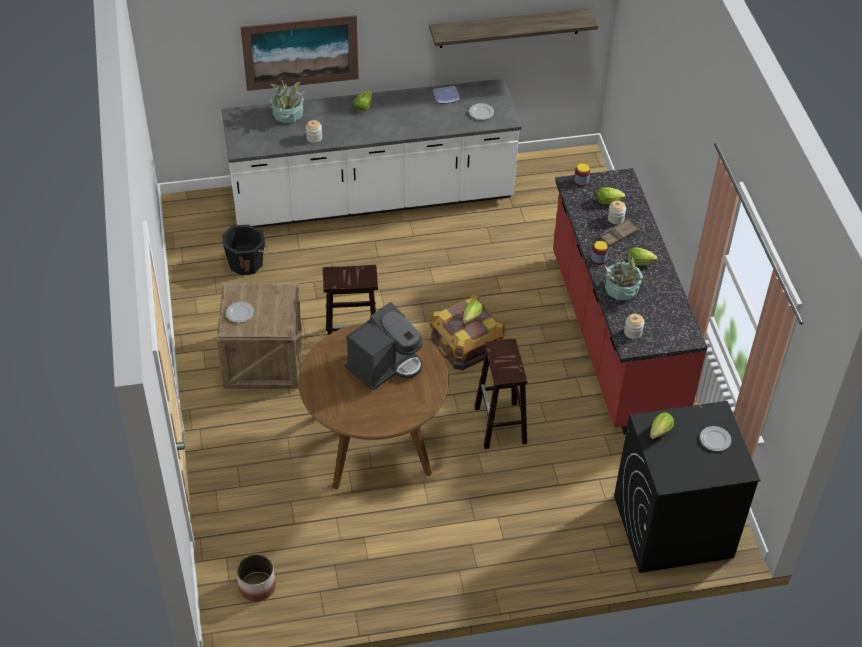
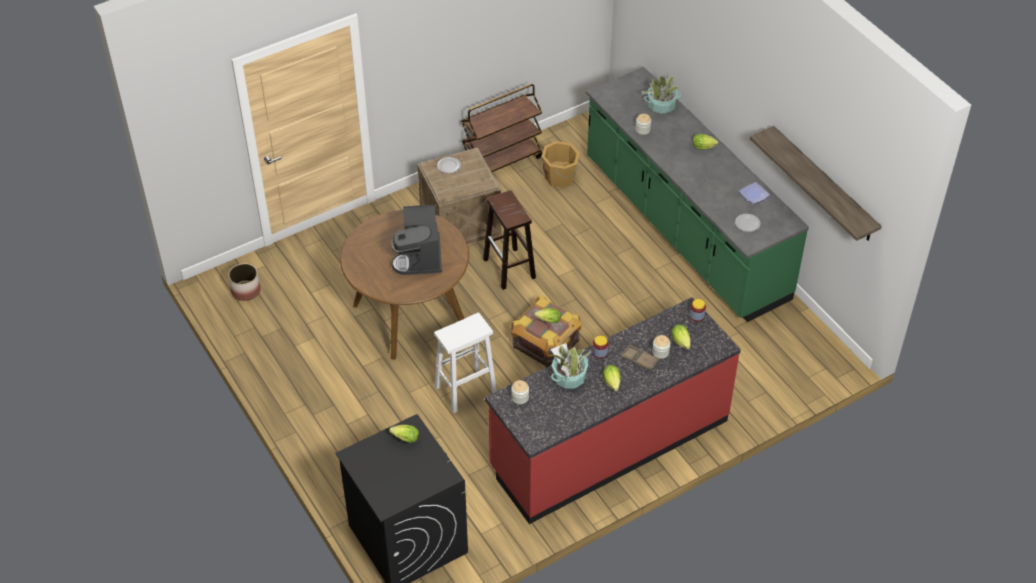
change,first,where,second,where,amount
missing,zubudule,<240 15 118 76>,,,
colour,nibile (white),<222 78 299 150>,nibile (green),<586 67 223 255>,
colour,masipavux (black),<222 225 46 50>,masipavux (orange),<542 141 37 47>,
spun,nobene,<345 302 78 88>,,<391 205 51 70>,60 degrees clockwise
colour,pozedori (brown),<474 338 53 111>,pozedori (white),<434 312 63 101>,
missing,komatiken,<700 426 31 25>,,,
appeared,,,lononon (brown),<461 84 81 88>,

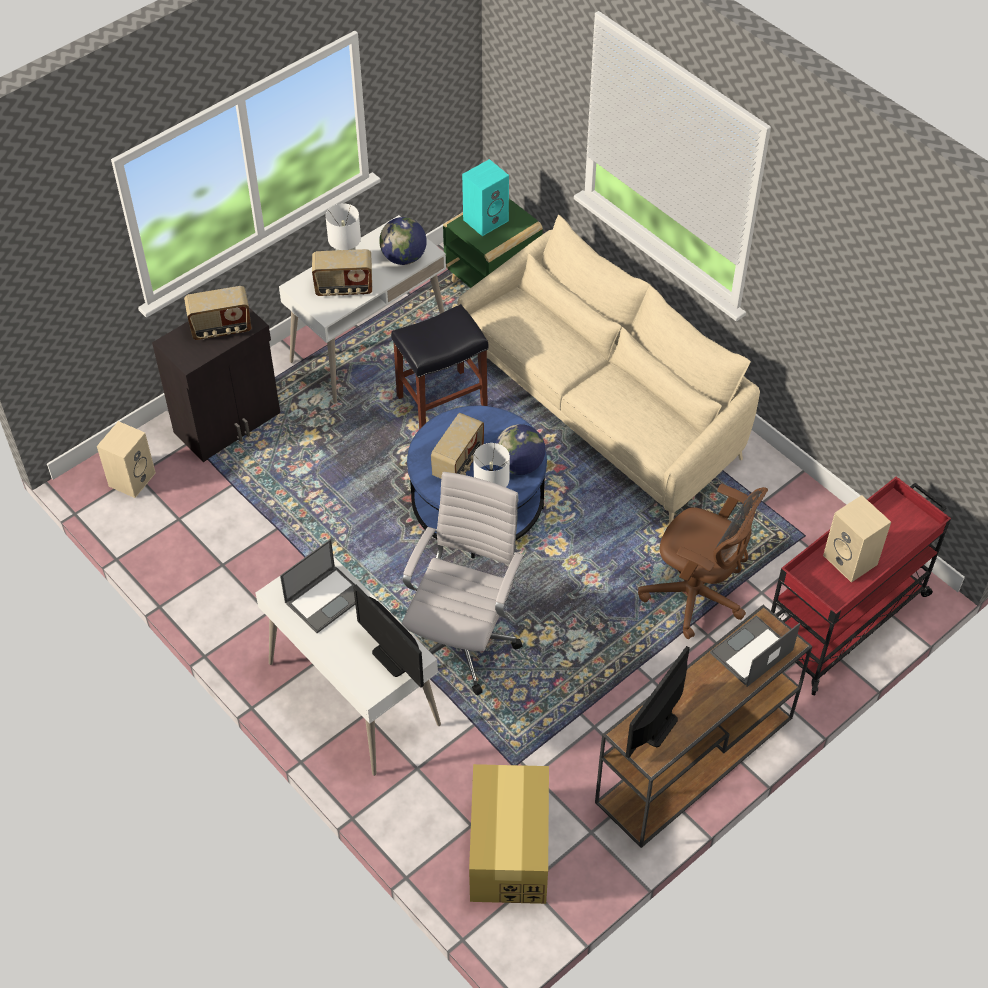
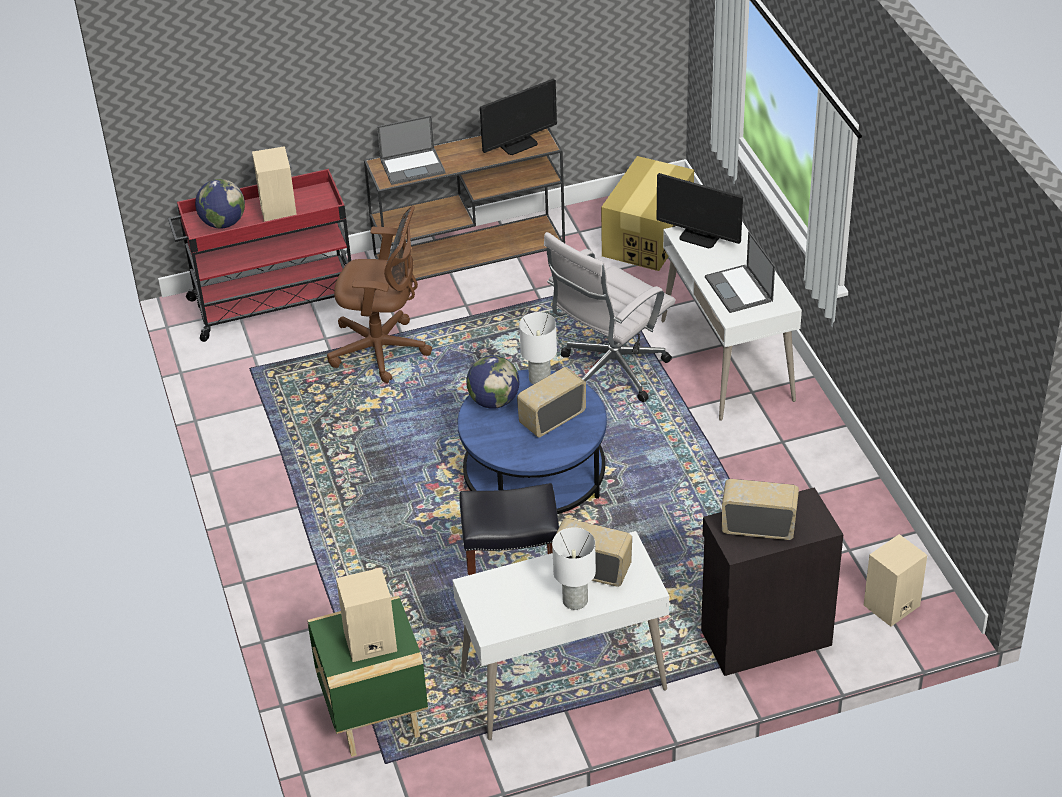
change,first,where,second,where,amount
colour,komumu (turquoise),<462 159 47 77>,komumu (beige),<336 568 61 94>,
missing,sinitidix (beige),<457 214 303 309>,,,
relocated,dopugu,<379 217 48 48>,,<195 179 50 49>,
spun,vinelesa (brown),<638 484 130 155>,,<327 206 105 177>,135 degrees clockwise
spun,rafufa,<280 539 75 94>,,<705 231 70 82>,90 degrees counterclockwise
spun,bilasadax,<353 585 71 103>,,<657 173 86 75>,135 degrees clockwise

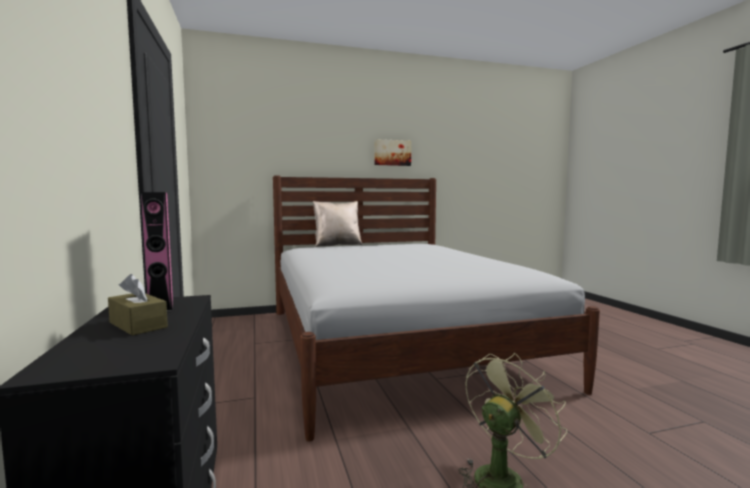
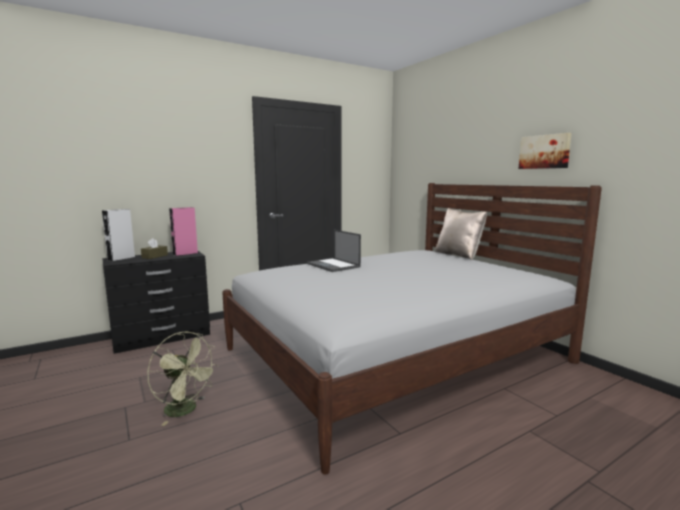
change,first,where,second,where,amount
appeared,,,komumu (white),<102 209 33 52>,
appeared,,,rafufa,<307 230 54 42>,

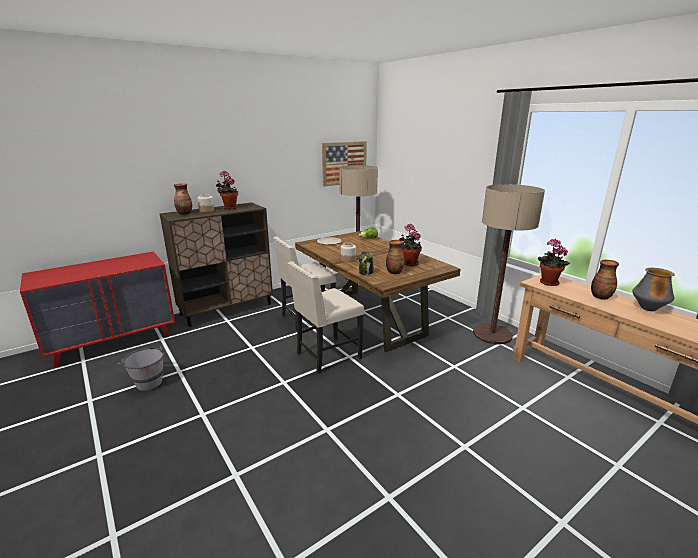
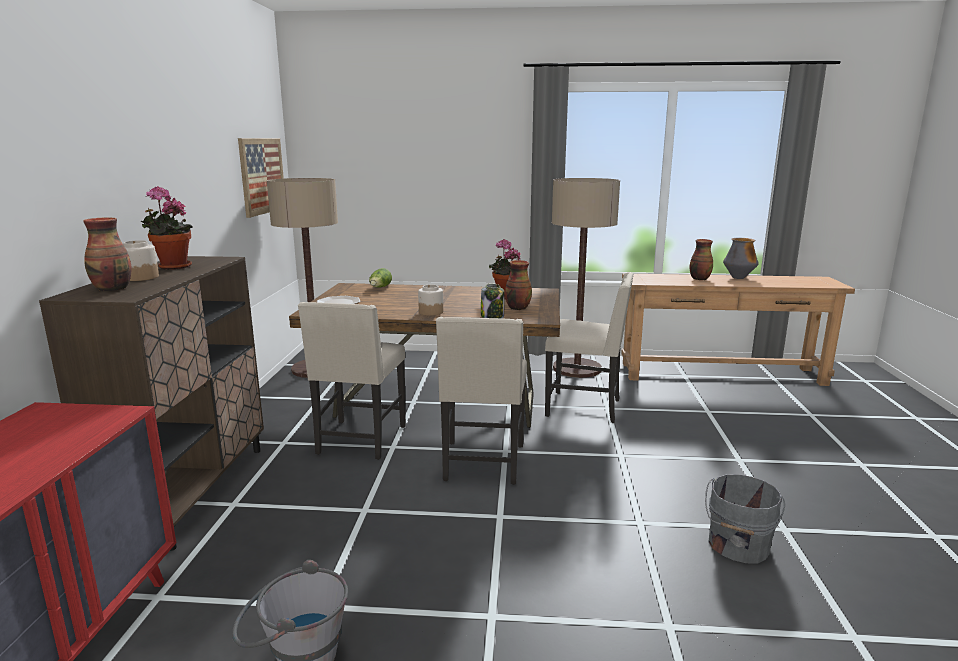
change,first,where,second,where,amount
missing,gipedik,<538 238 32 48>,,,
appeared,,,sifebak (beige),<545 272 89 151>,
appeared,,,masipavux (grey),<705 474 80 89>,

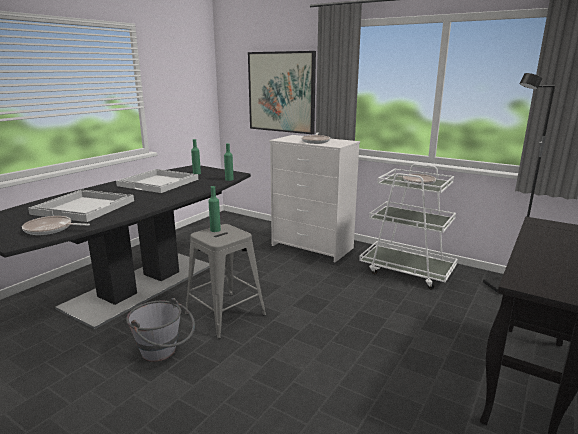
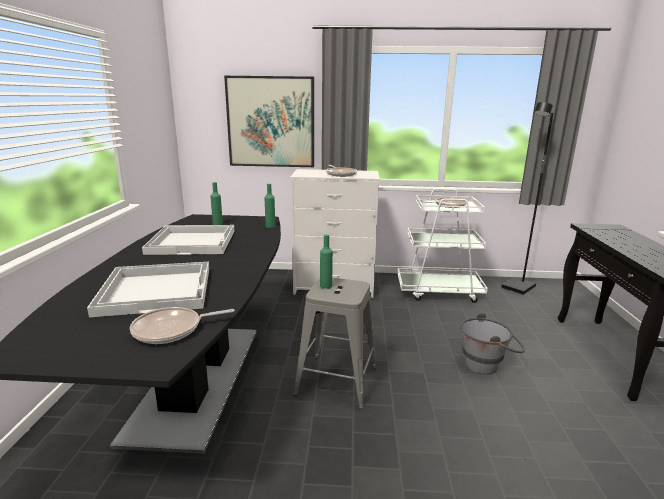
change,first,where,second,where,amount
relocated,masipavux (grey),<126 298 69 64>,,<460 313 65 61>,

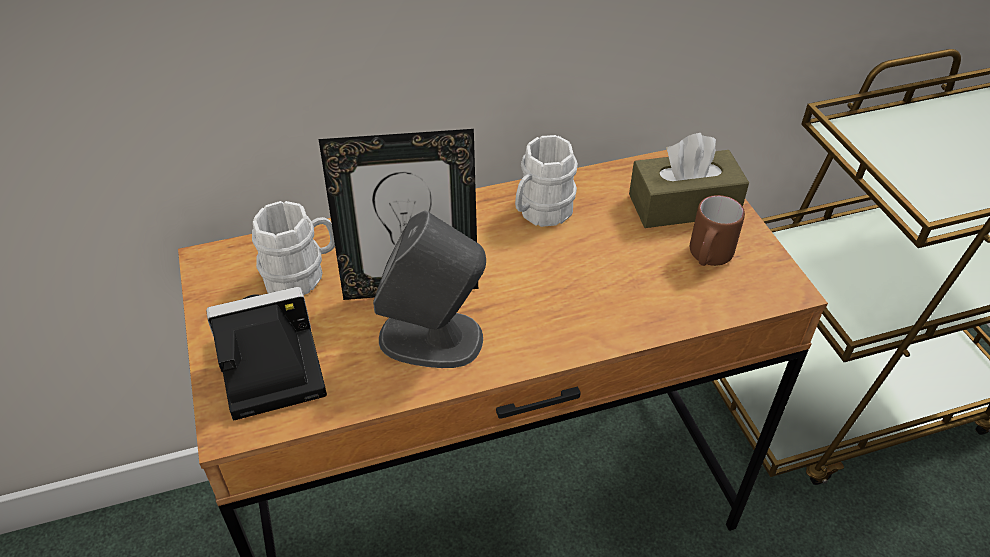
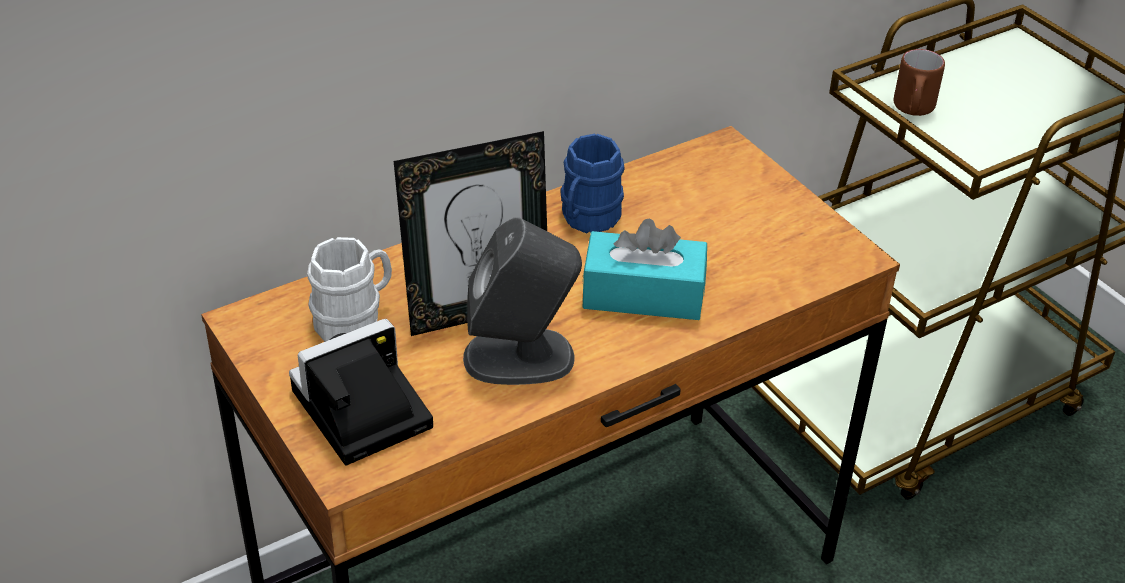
change,first,where,second,where,amount
missing,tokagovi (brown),<629 133 120 95>,,,
colour,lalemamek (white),<515 135 63 92>,lalemamek (blue),<560 134 65 99>,
relocated,lalemamek (brown),<690 195 55 71>,,<894 49 51 67>,
appeared,,,tokagovi (turquoise),<582 218 125 102>,

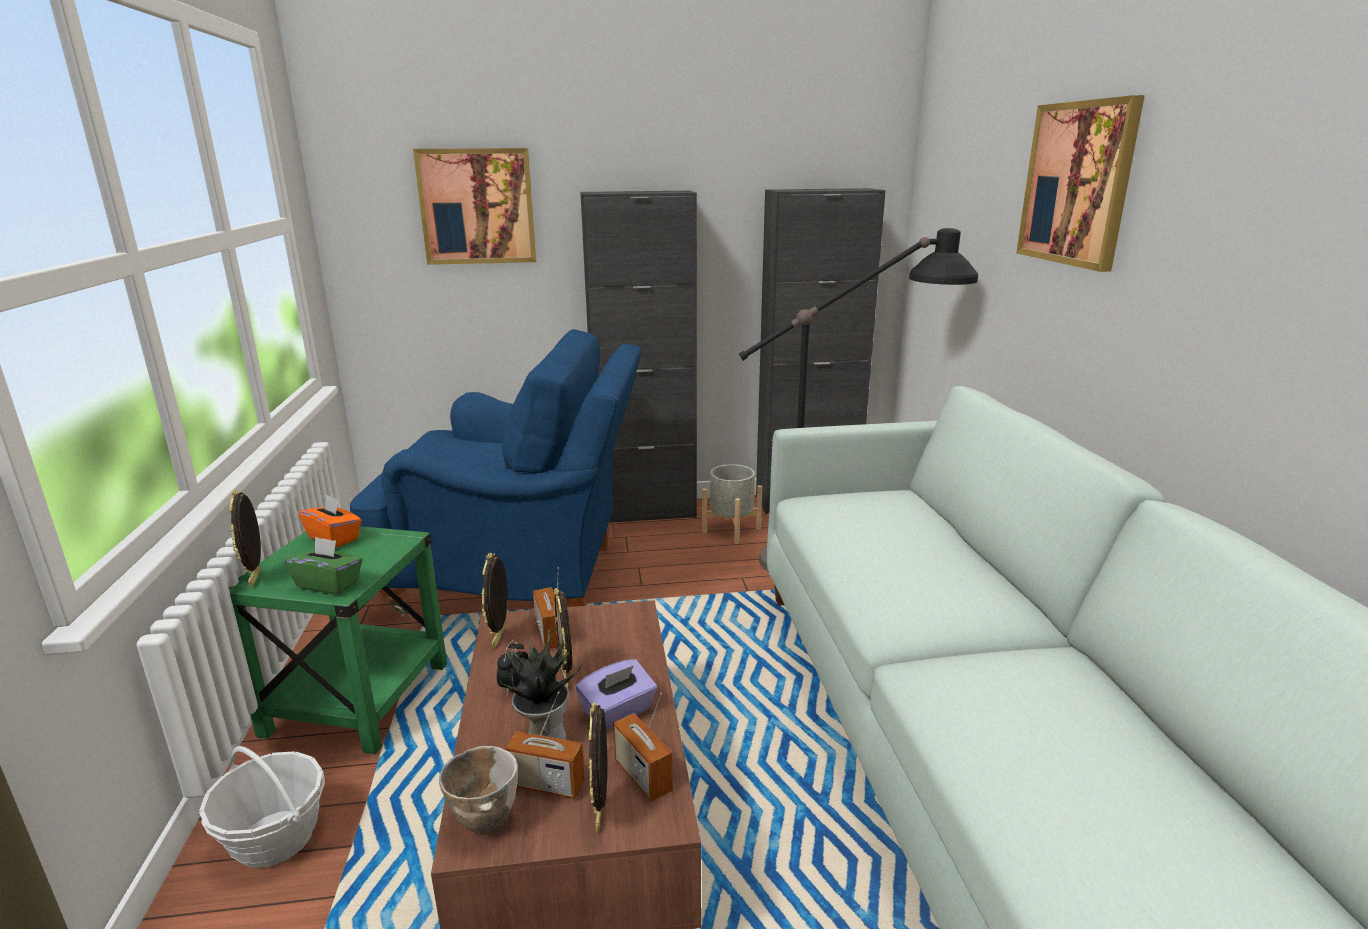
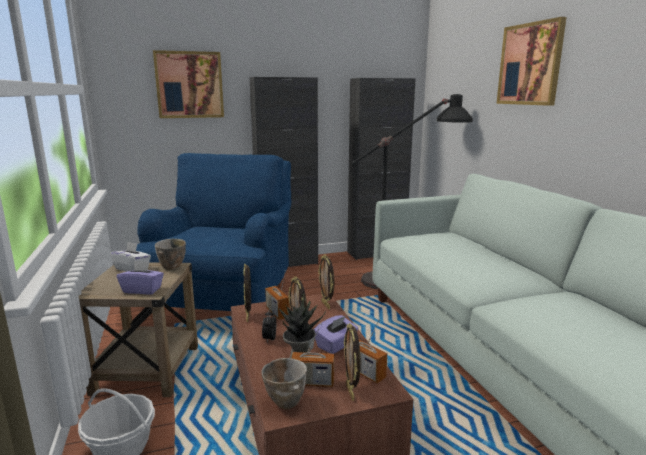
change,first,where,second,where,amount
spun,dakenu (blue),<350 329 292 287>,,<136 153 155 164>,75 degrees counterclockwise
missing,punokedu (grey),<702 464 60 80>,,,
relocated,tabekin,<229 490 32 97>,,<318 254 17 55>,
colour,tokagovi (orange),<299 495 63 53>,tokagovi (white),<110 242 41 29>,
colour,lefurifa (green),<228 526 219 228>,lefurifa (beige),<78 262 120 135>,
colour,tokagovi (green),<285 536 78 59>,tokagovi (purple),<117 261 47 33>,
appeared,,,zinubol,<155 239 31 31>,

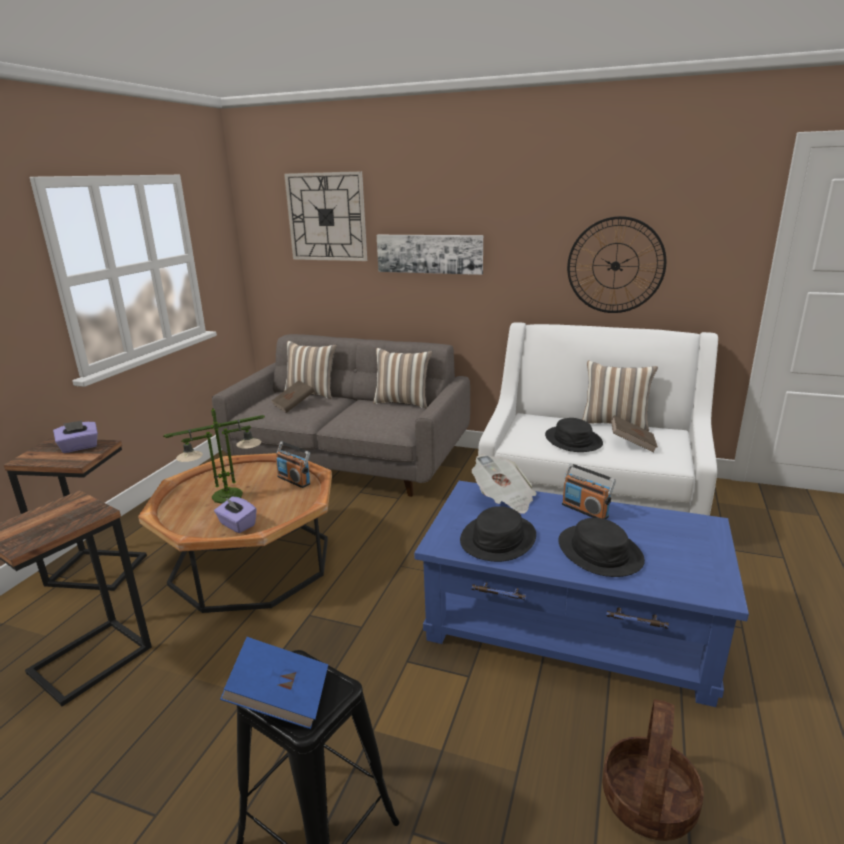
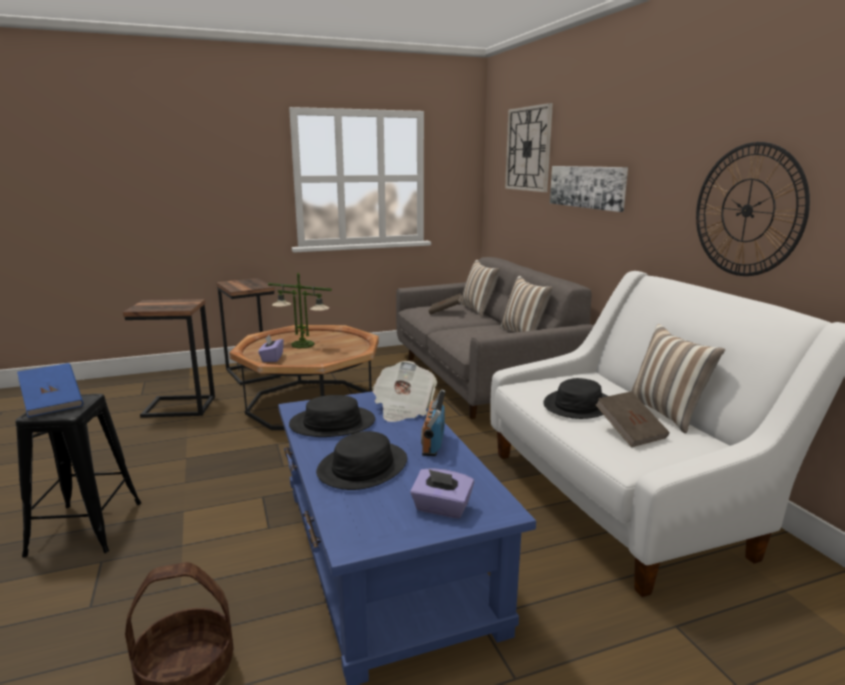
change,first,where,second,where,amount
relocated,tokagovi (purple),<53 420 45 33>,,<410 468 64 50>,
missing,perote,<276 441 34 47>,,,

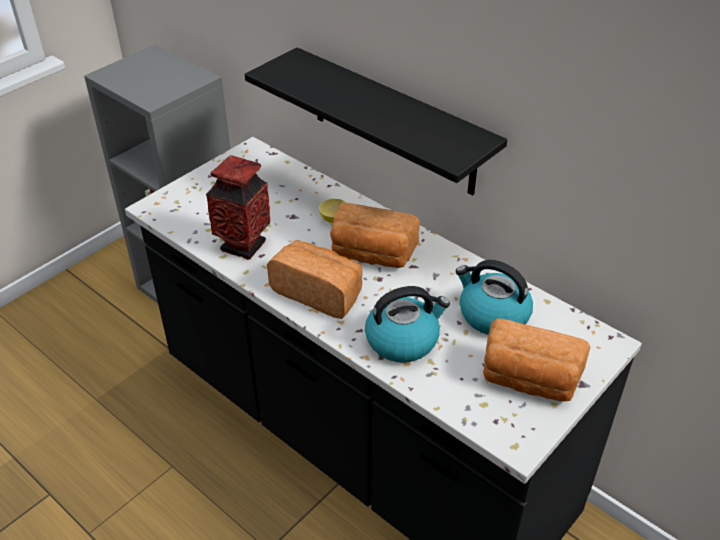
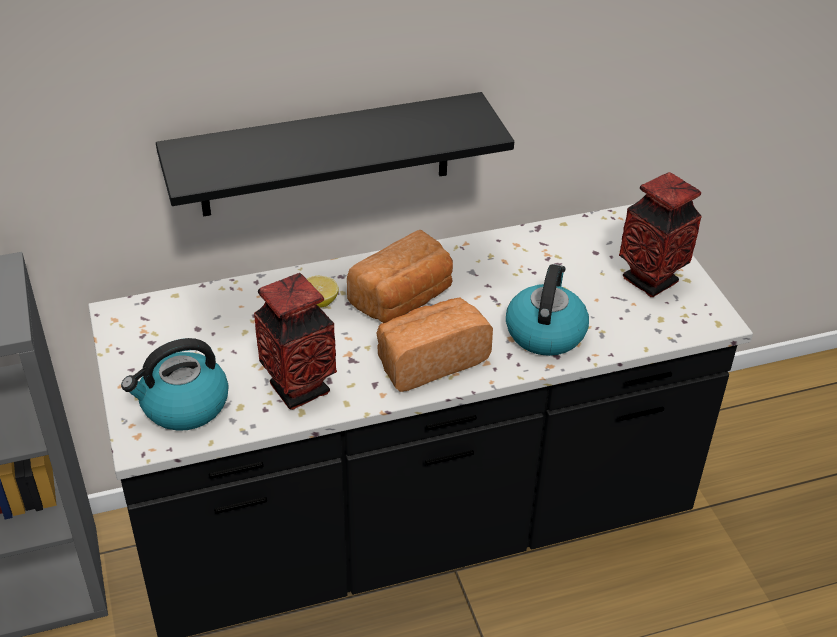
change,first,where,second,where,amount
relocated,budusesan,<456 260 77 75>,,<121 338 107 93>,
exchanged,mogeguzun,<483 318 107 84>,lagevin,<619 172 83 125>,

